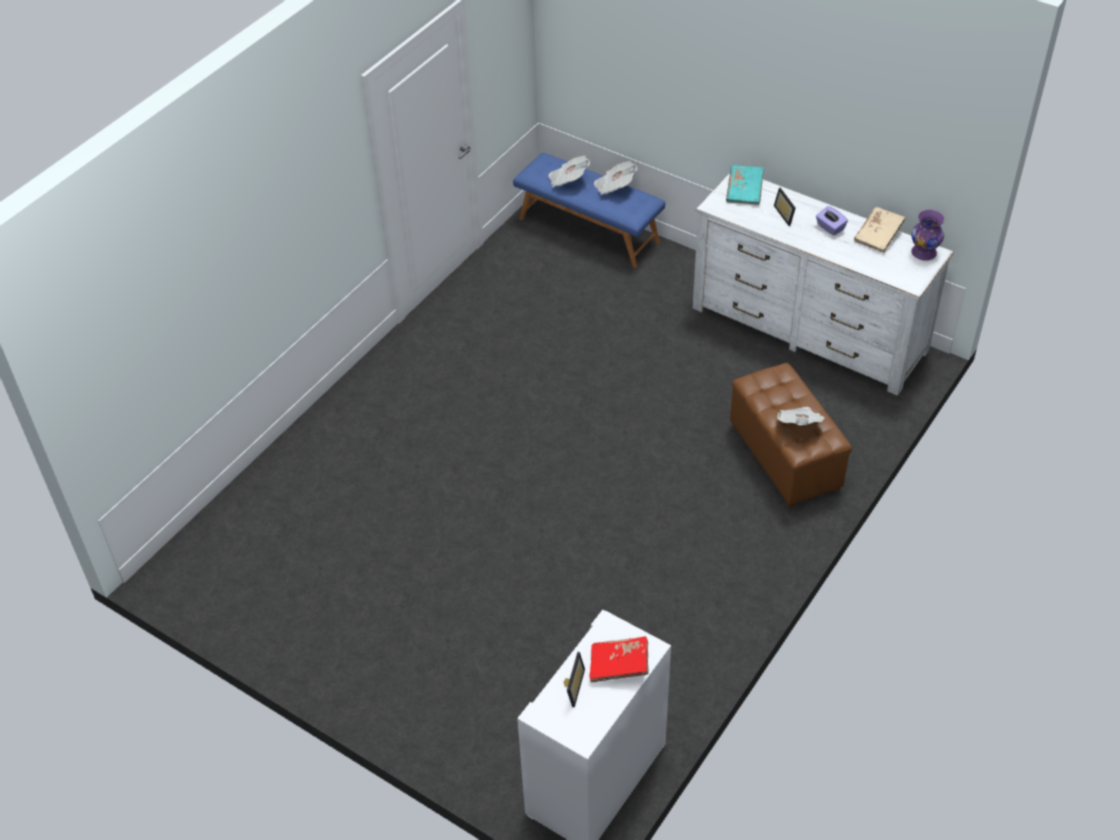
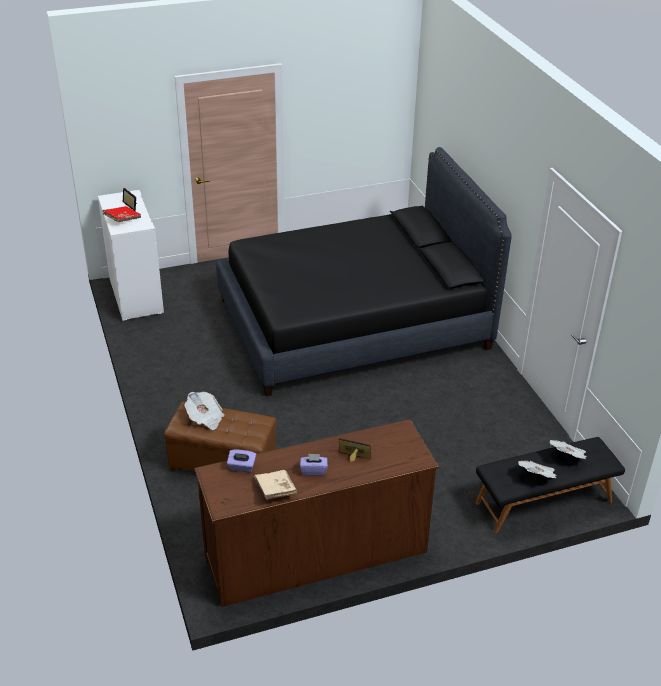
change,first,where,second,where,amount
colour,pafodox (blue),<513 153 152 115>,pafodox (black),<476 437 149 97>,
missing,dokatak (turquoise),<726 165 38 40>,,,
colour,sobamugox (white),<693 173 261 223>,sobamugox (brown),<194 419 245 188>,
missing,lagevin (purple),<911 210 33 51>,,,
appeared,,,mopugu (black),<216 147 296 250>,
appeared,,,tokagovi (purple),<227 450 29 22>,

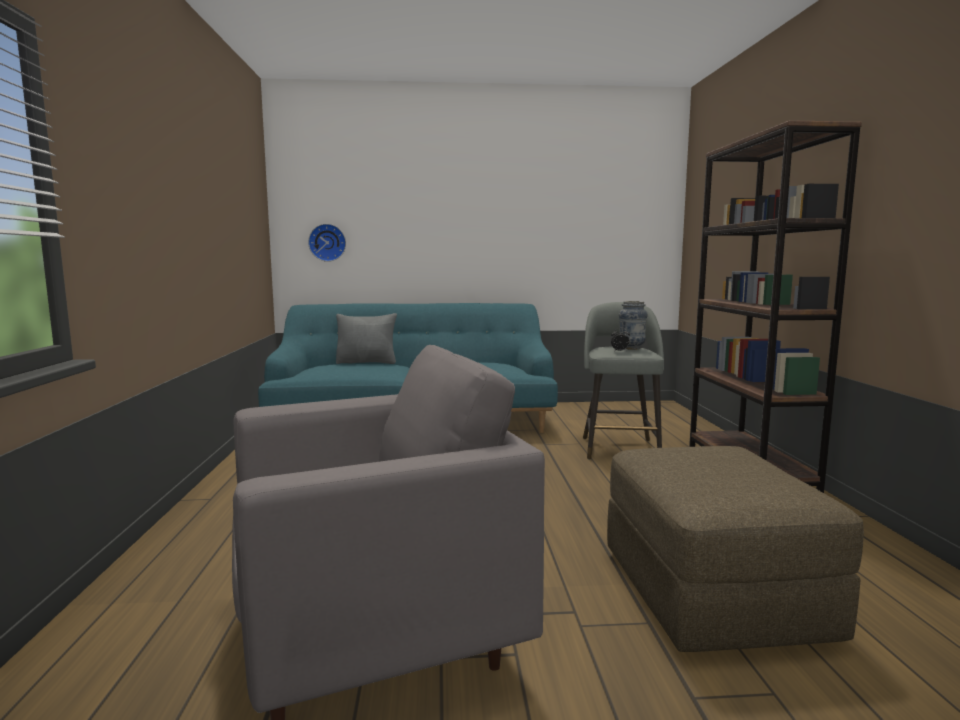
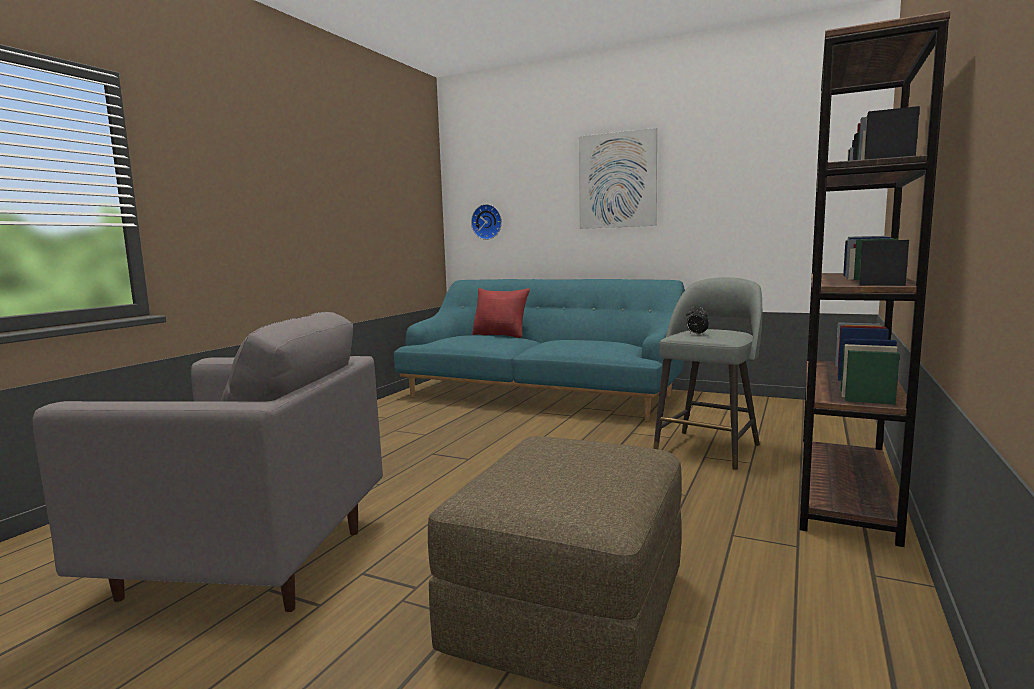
change,first,where,second,where,amount
missing,lagevin,<619 301 29 49>,,,
colour,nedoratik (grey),<336 313 61 51>,nedoratik (red),<472 288 58 50>,
appeared,,,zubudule,<579 128 78 101>,

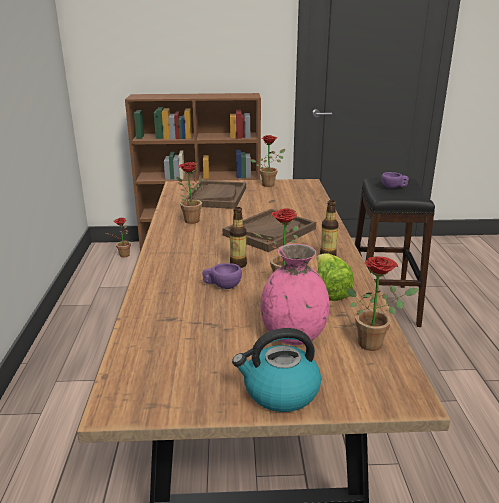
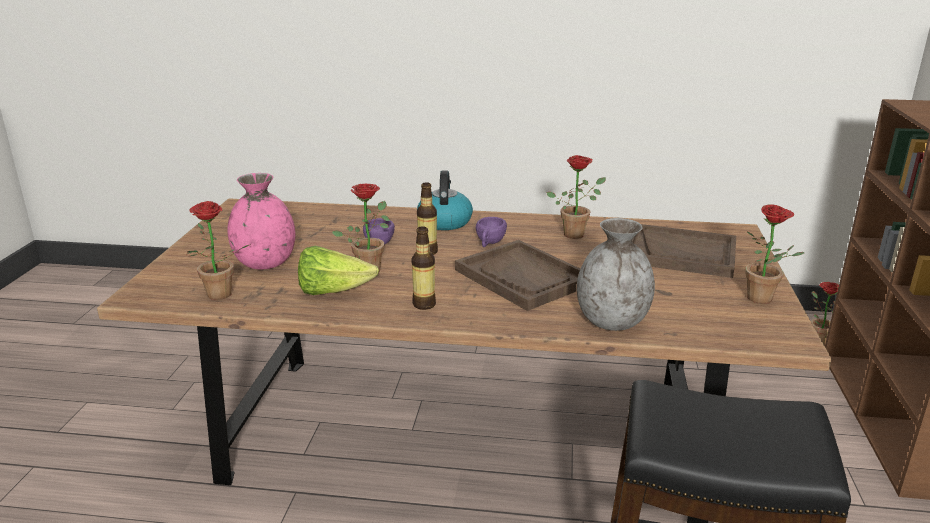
change,first,where,second,where,amount
relocated,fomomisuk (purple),<381 172 28 16>,,<476 217 31 30>,
relocated,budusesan,<232 328 89 84>,,<417 170 56 60>,
appeared,,,lagevin (grey),<577 218 78 113>,

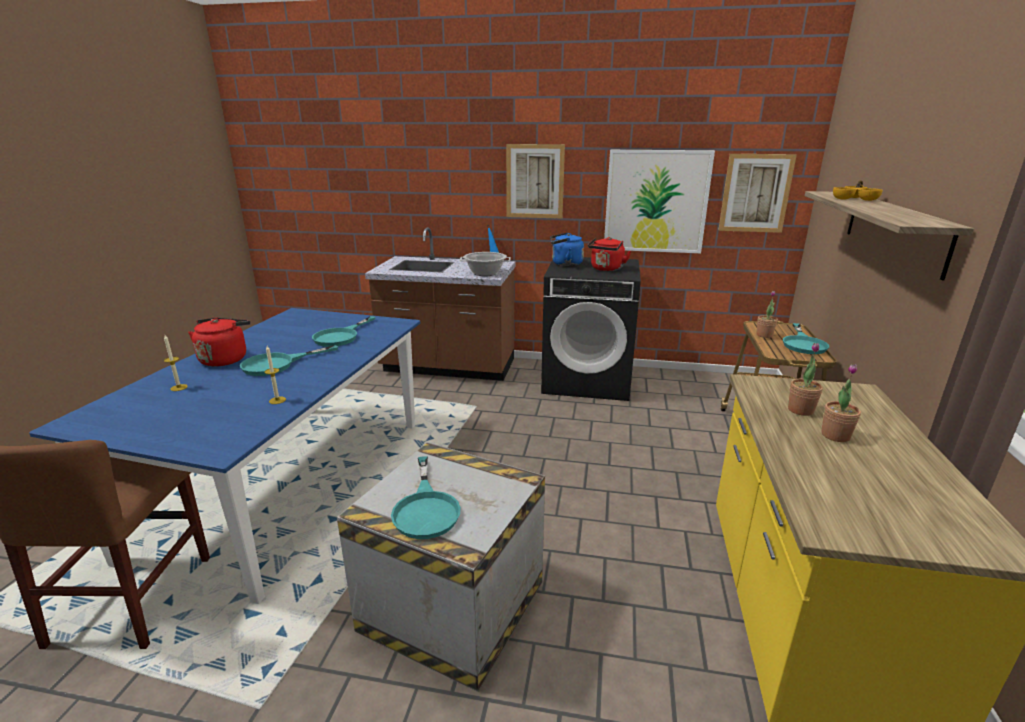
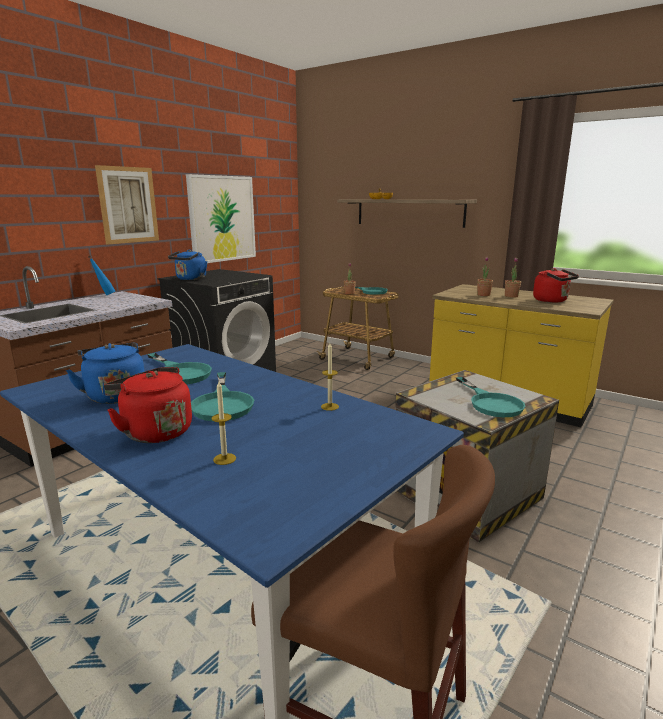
change,first,where,second,where,amount
missing,zubudule,<719 154 78 79>,,,
relocated,budusesan (red),<588 237 43 34>,,<533 268 46 35>,
missing,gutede,<459 252 52 24>,,,
spun,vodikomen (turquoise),<391 456 70 83>,,<456 377 69 40>,60 degrees clockwise
appeared,,,budusesan (blue),<66 343 79 61>,

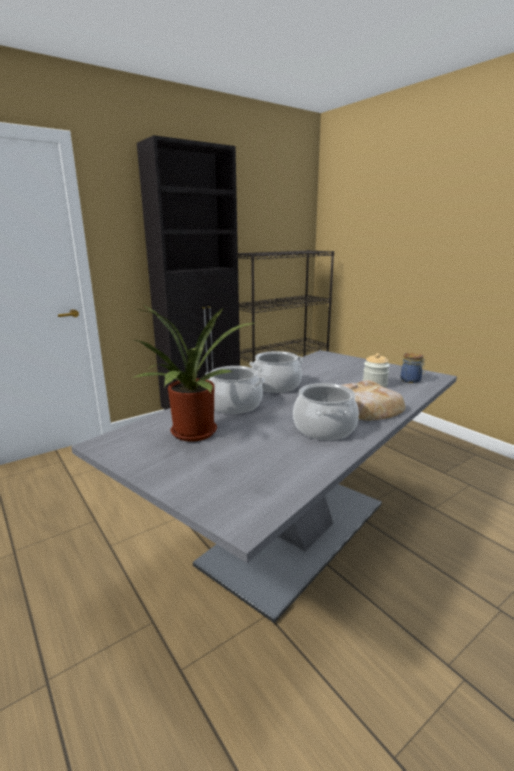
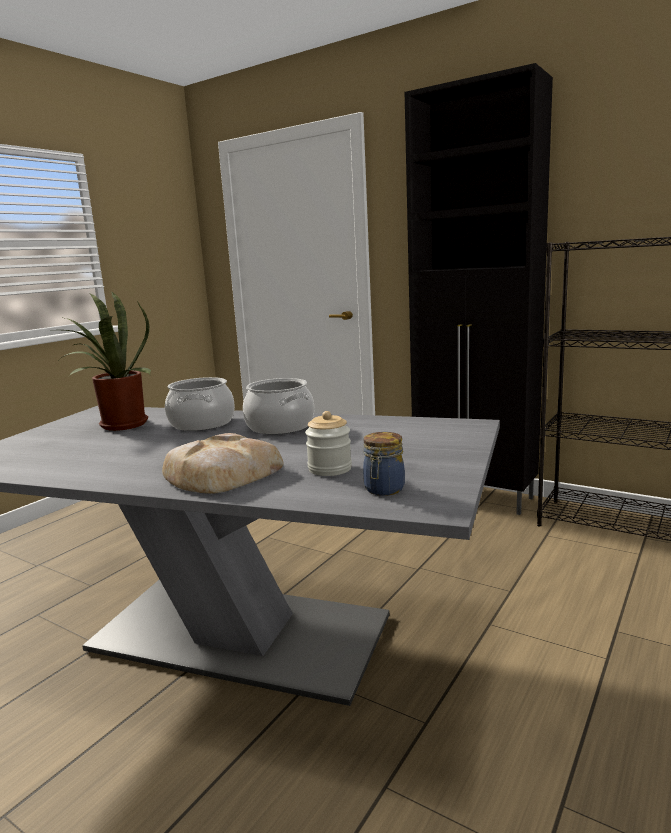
change,first,where,second,where,amount
missing,gutede,<293 383 66 57>,,,

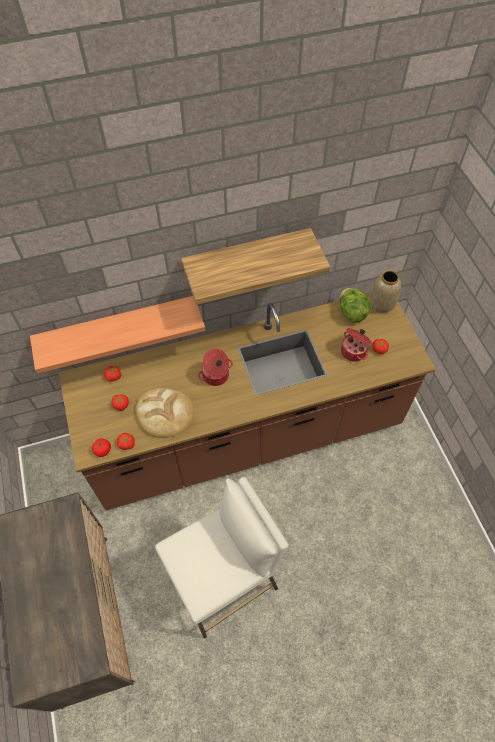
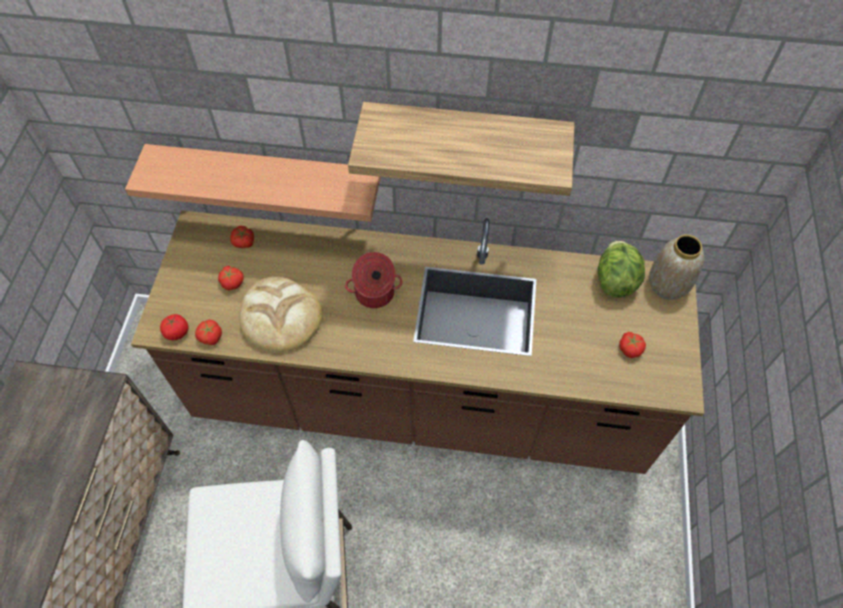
change,first,where,second,where,amount
missing,gutede,<341 328 31 34>,,,

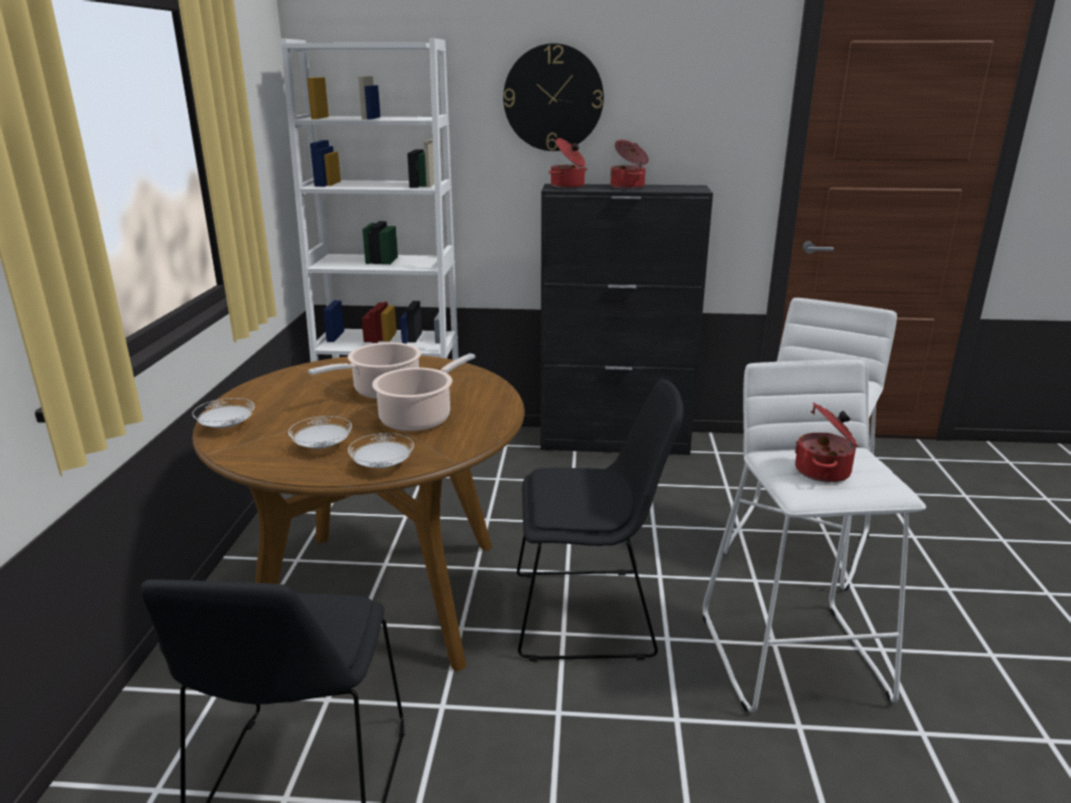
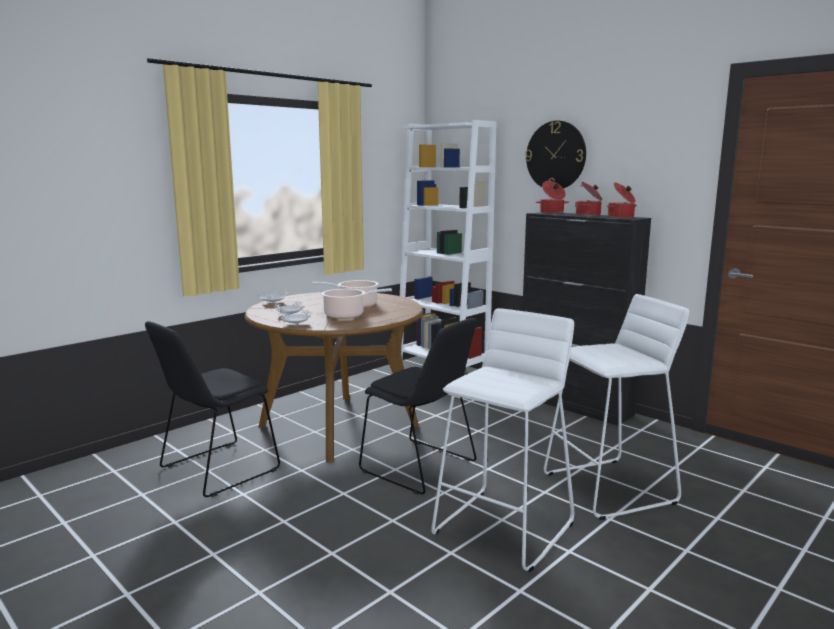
change,first,where,second,where,amount
relocated,gutede,<795 403 63 80>,,<607 182 30 37>,

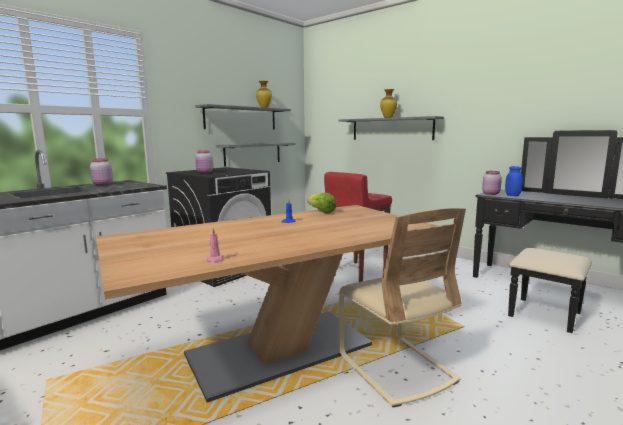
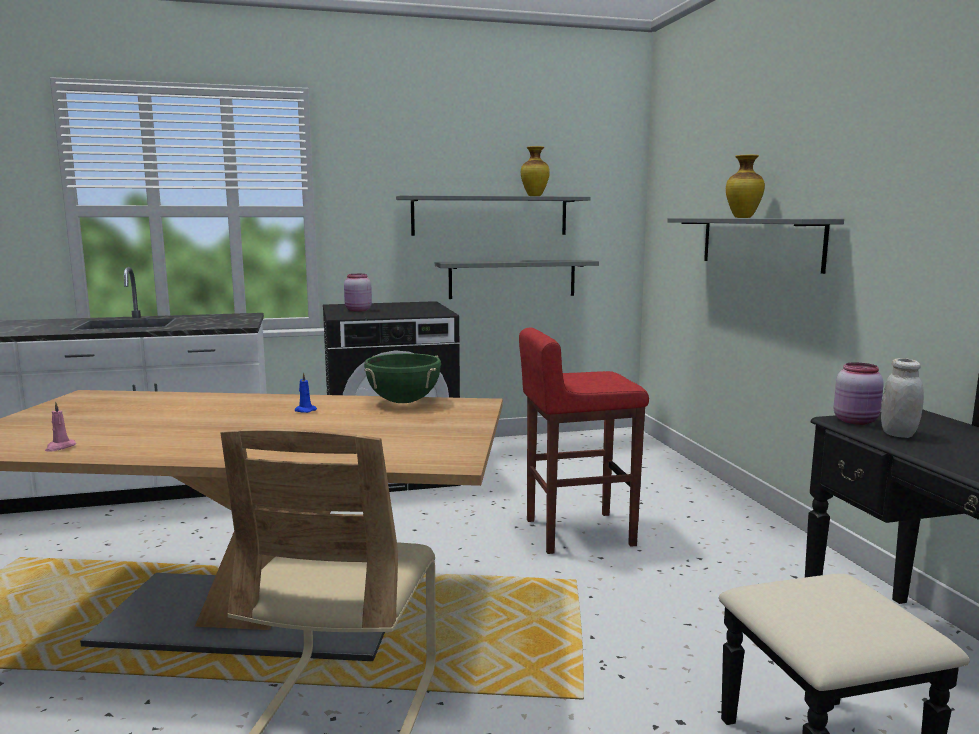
change,first,where,second,where,amount
missing,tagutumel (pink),<90 159 23 26>,,,
colour,tagutumel (blue),<505 166 18 30>,tagutumel (white),<881 358 43 80>,
exchanged,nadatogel,<308 193 28 20>,gutede (green),<364 353 77 50>,

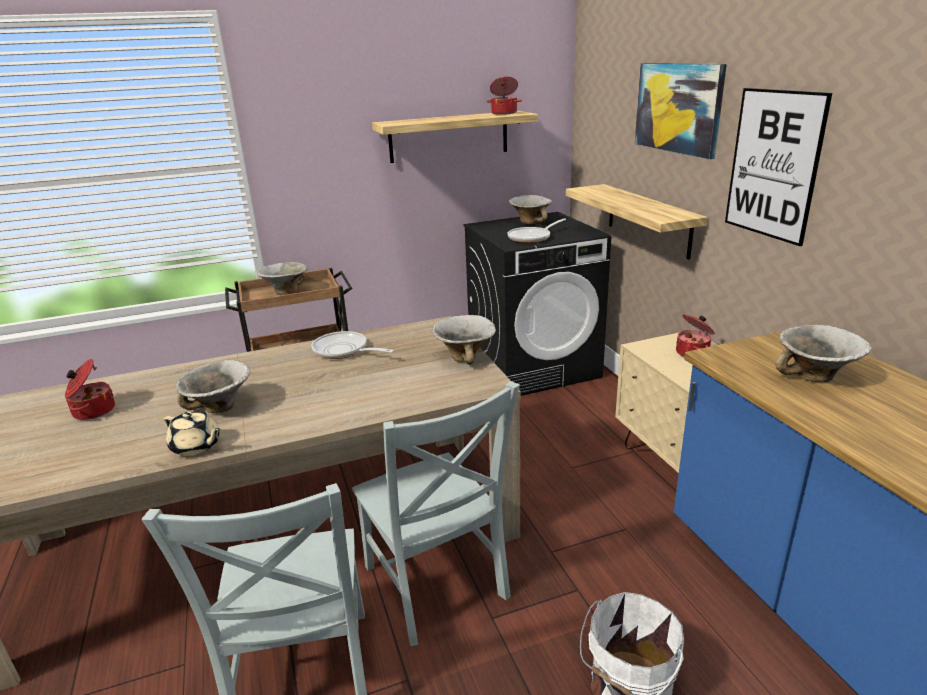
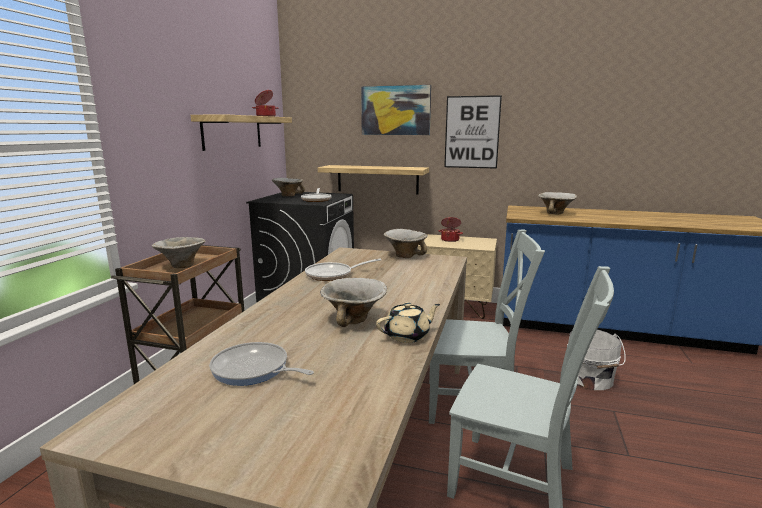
change,first,where,second,where,amount
exchanged,gutede,<65 359 50 61>,vodikomen,<209 342 105 44>,

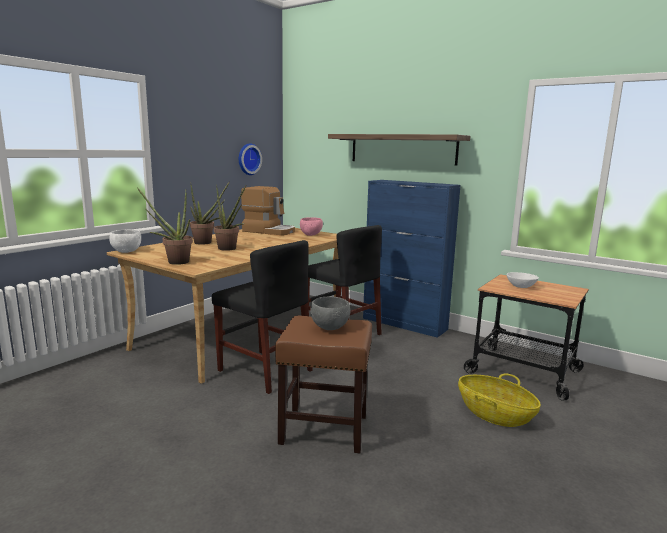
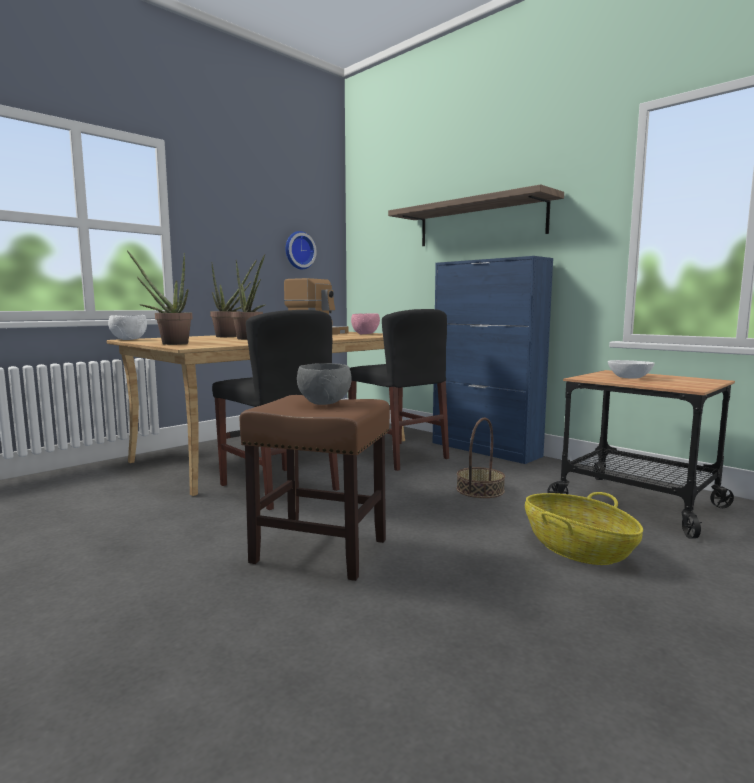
change,first,where,second,where,amount
appeared,,,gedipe,<456 418 49 80>,

